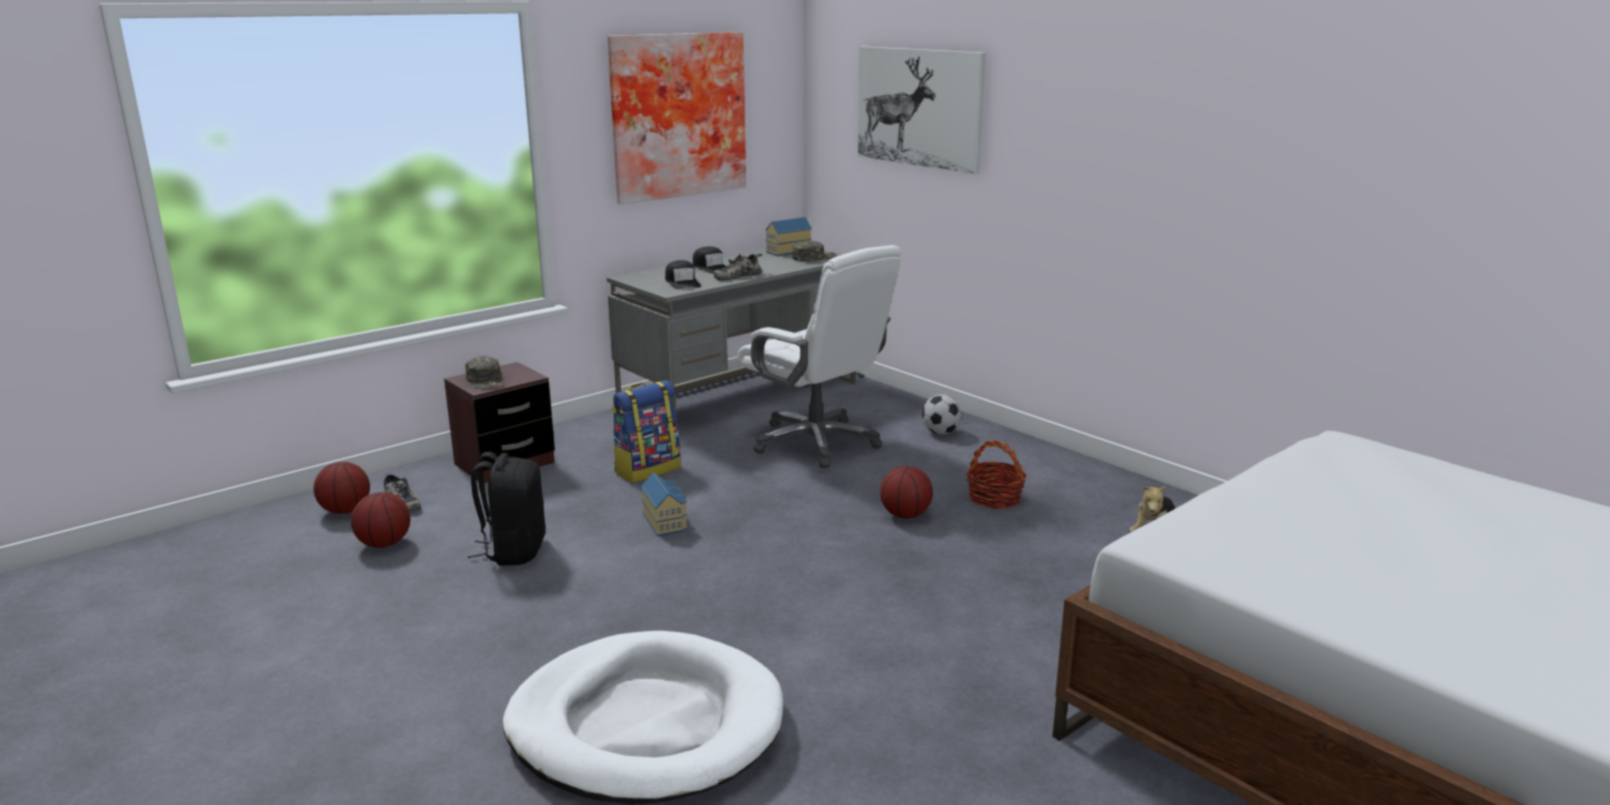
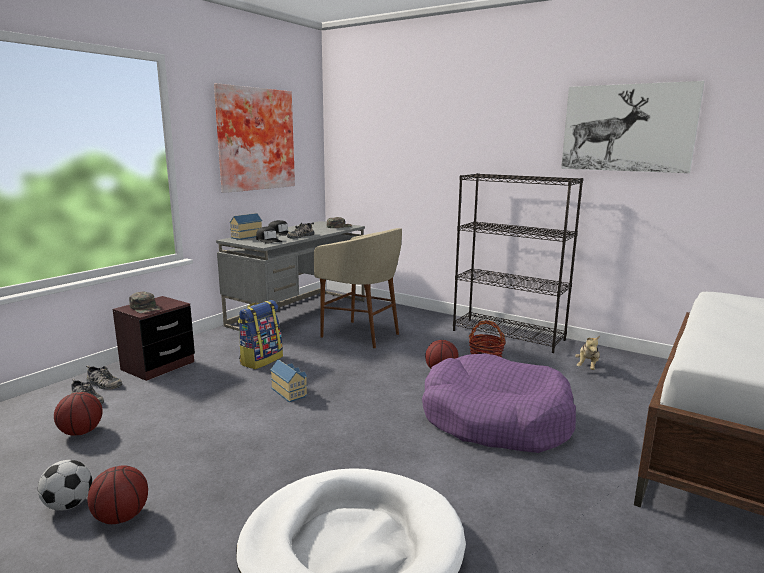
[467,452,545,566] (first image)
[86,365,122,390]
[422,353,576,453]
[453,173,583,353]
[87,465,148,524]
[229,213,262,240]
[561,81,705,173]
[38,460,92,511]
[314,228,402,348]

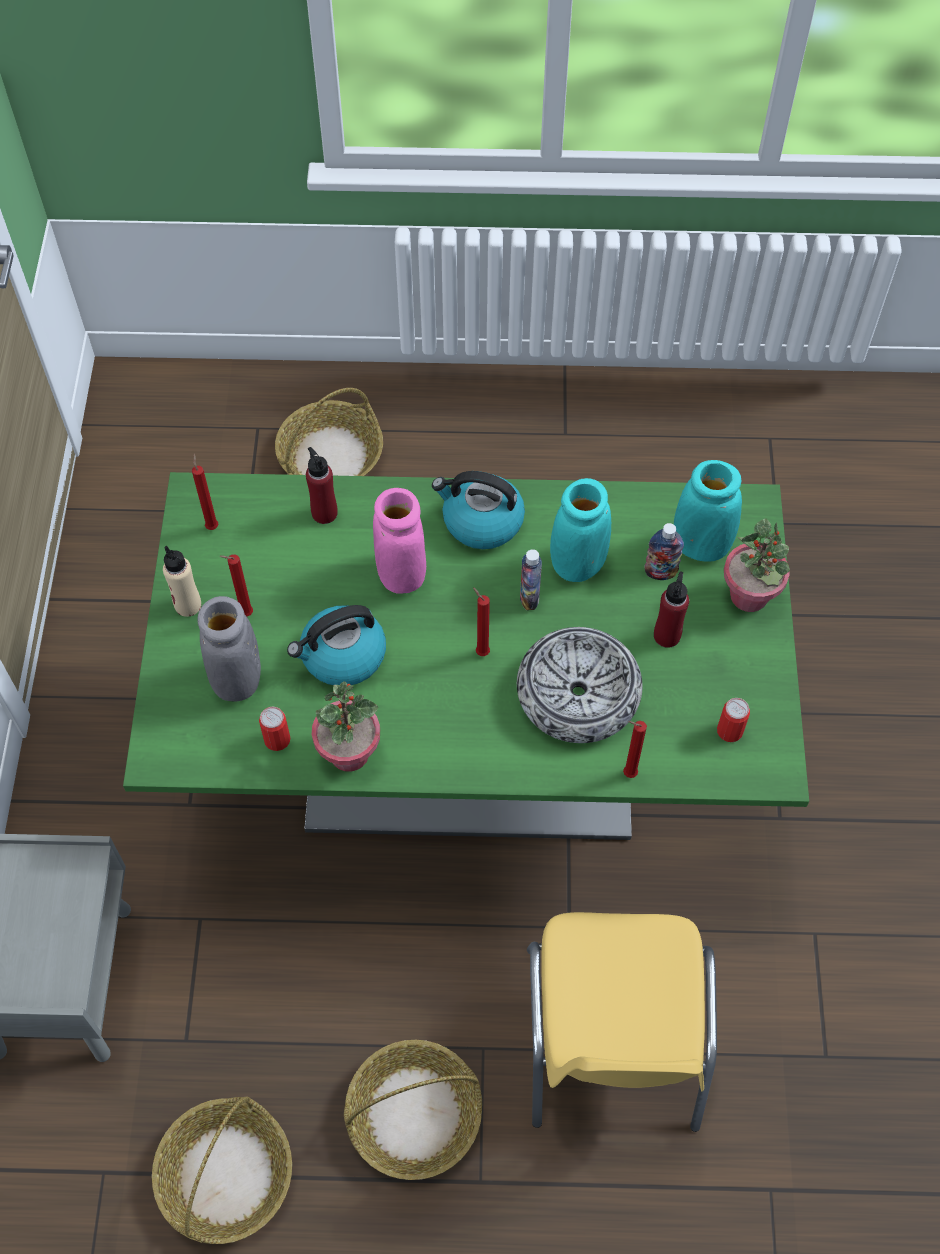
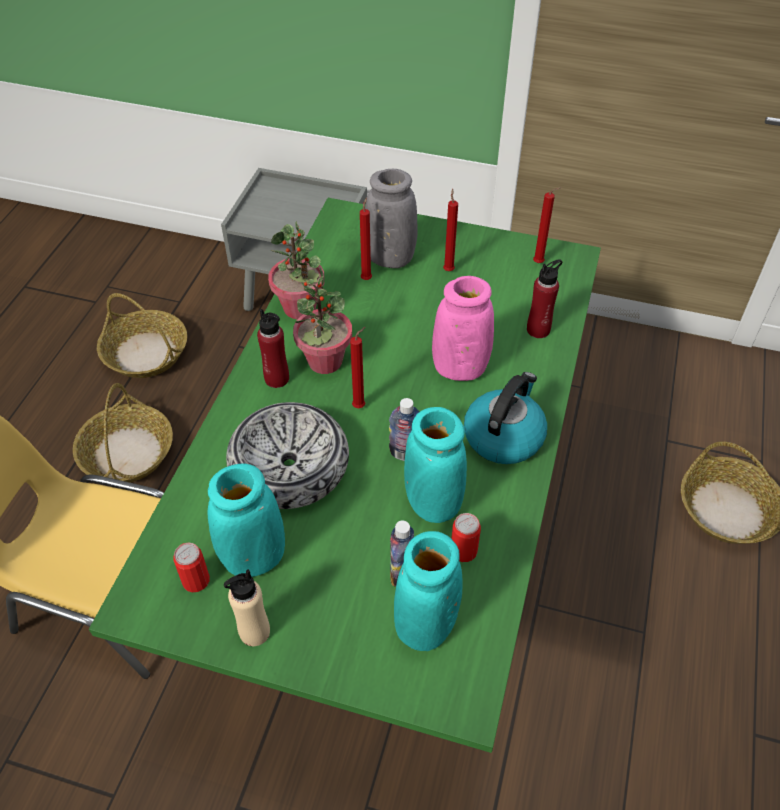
[287,605,386,685] (first image)
[208,464,285,577]
[224,569,270,646]
[451,513,481,562]
[360,197,372,280]
[257,309,289,388]
[293,267,352,374]

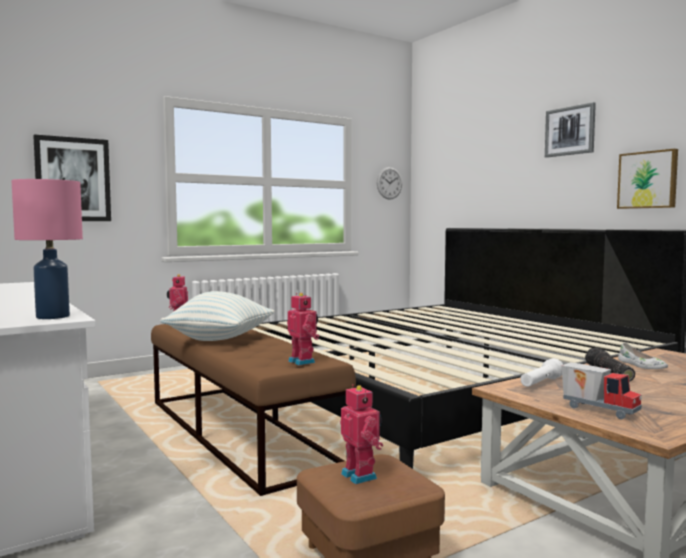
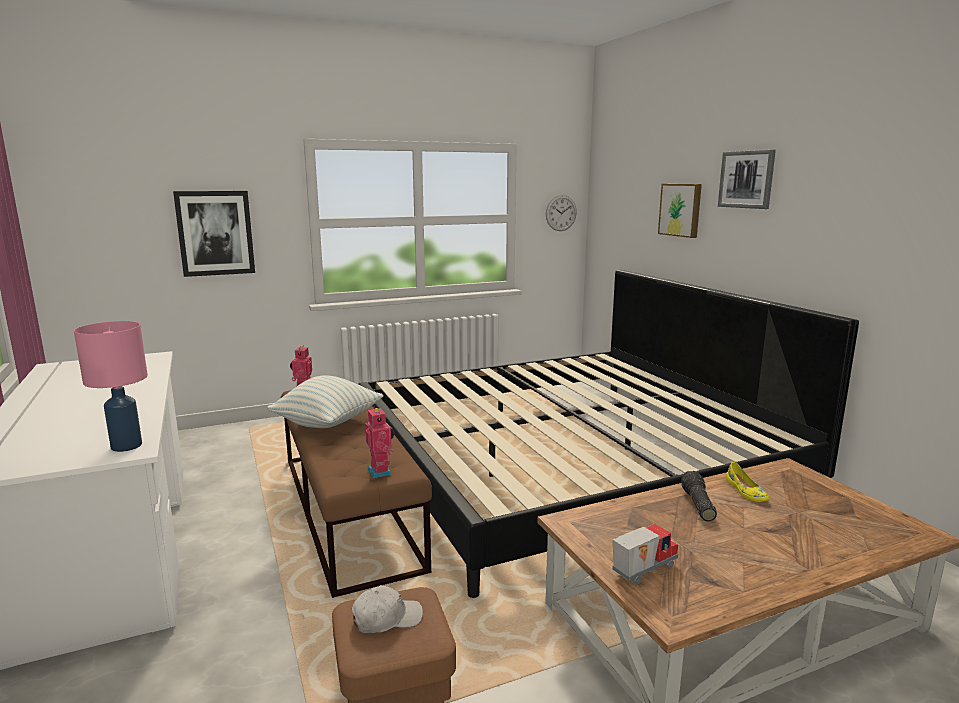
[520,358,563,387] (first image)
[658,184,702,238]
[351,585,423,633]
[726,462,769,502]
[612,524,678,585]

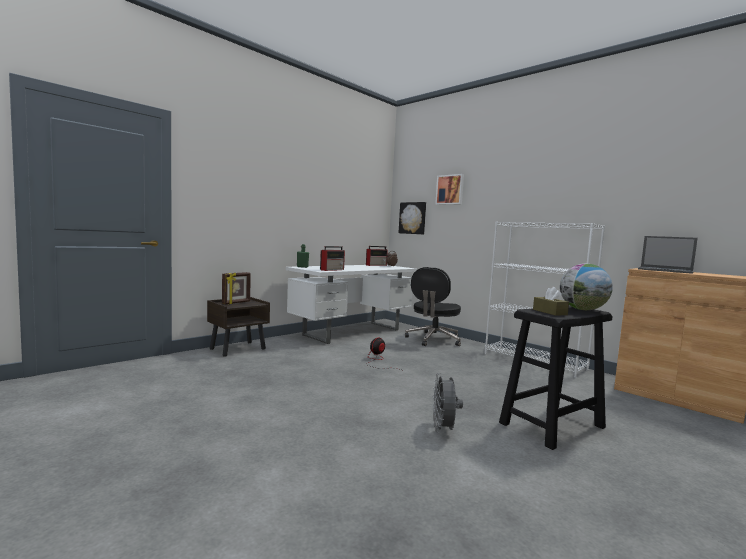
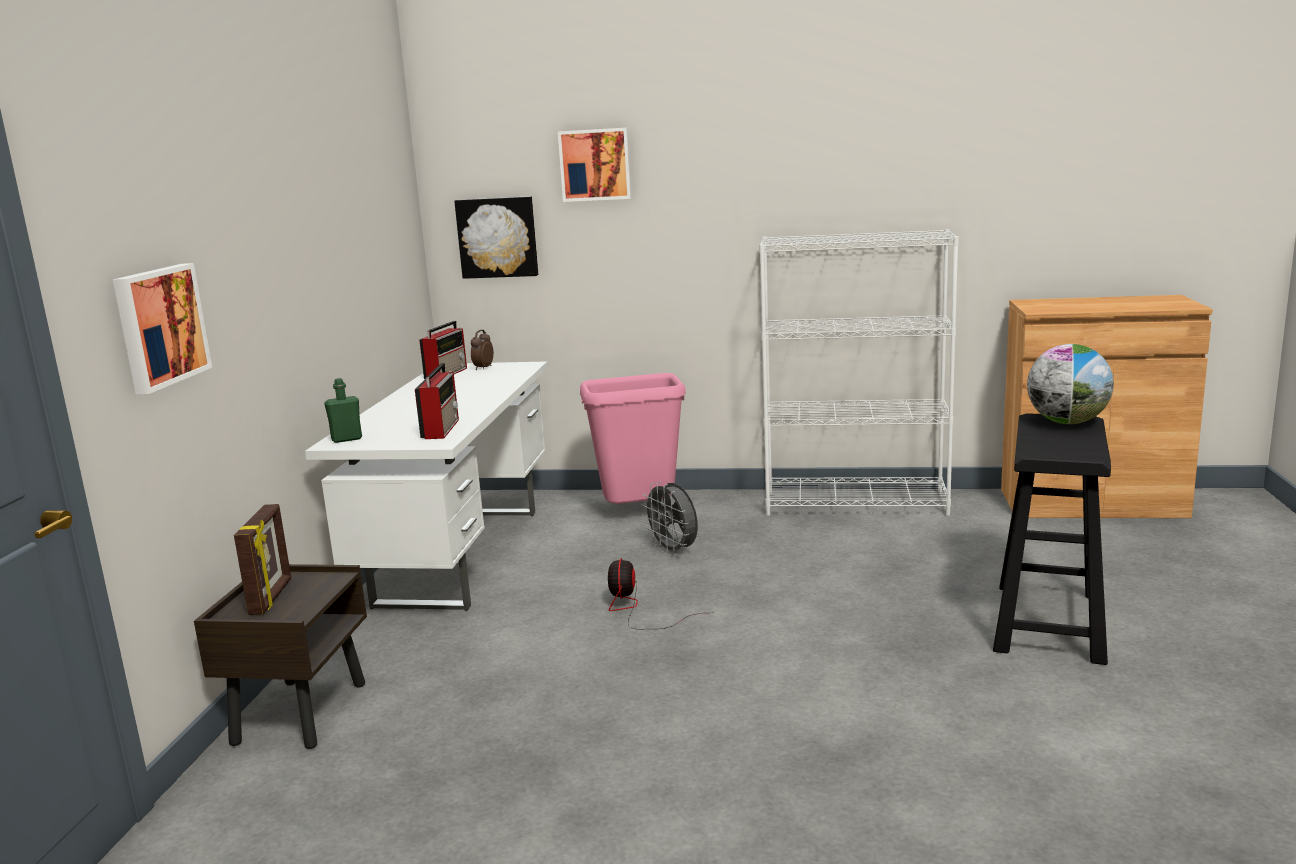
[533,287,569,316] (first image)
[638,236,698,274] (first image)
[113,263,212,394]
[641,481,698,556]
[580,373,686,504]

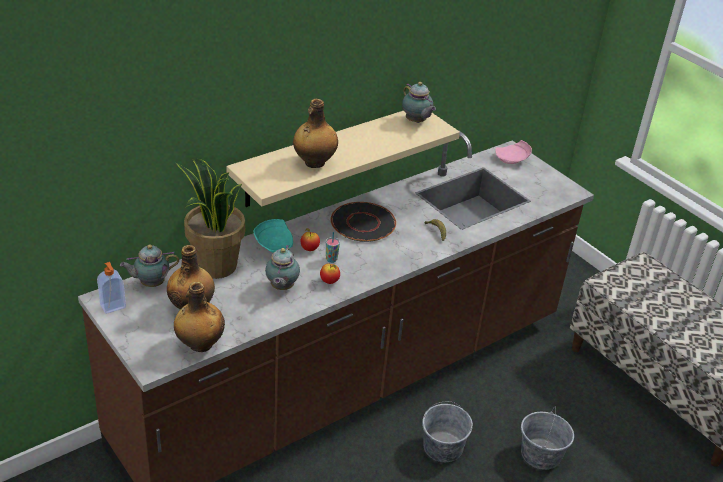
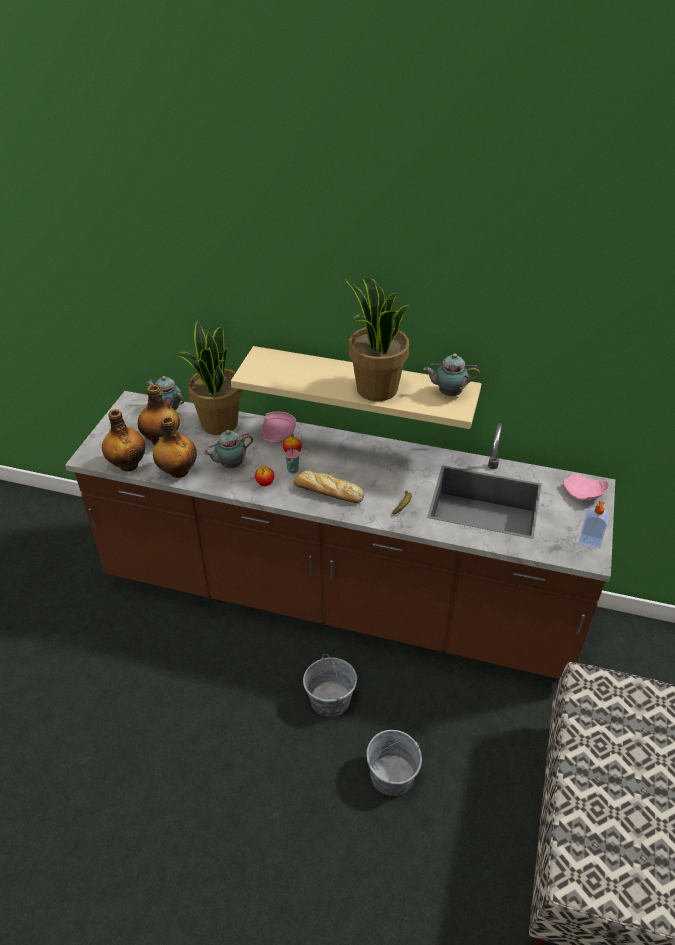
[330,202,396,242] (first image)
[293,470,364,503]
[345,278,409,401]
[578,501,609,549]
[153,416,197,478]
[260,412,296,443]
[423,354,480,396]

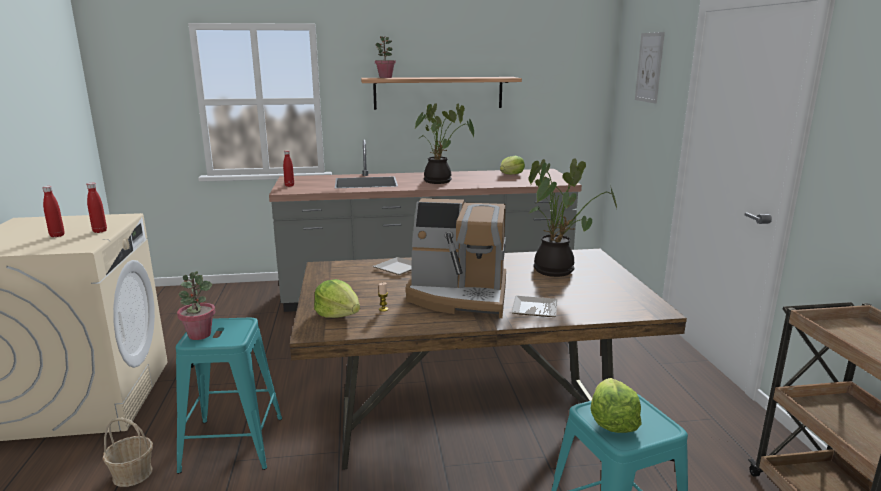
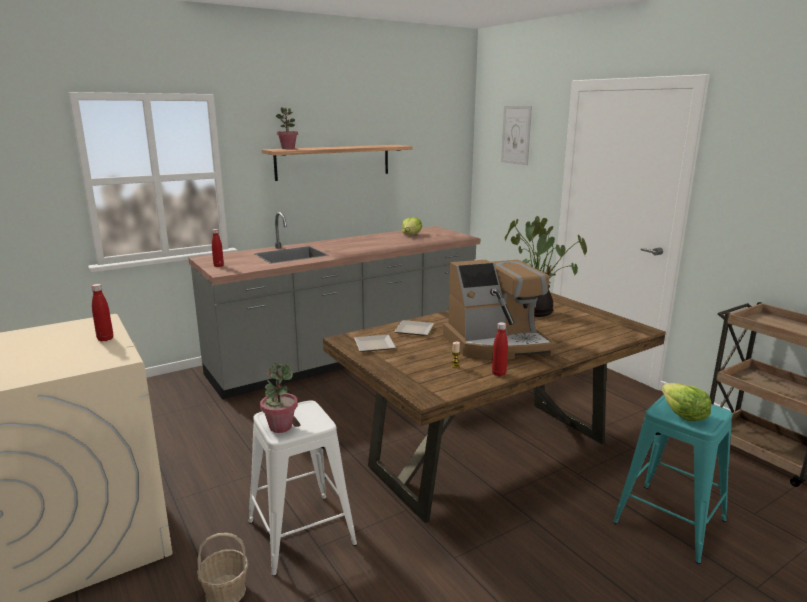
[314,279,360,318] (first image)
[415,103,474,184] (first image)
[492,322,508,376]
[354,335,396,352]
[248,400,357,576]

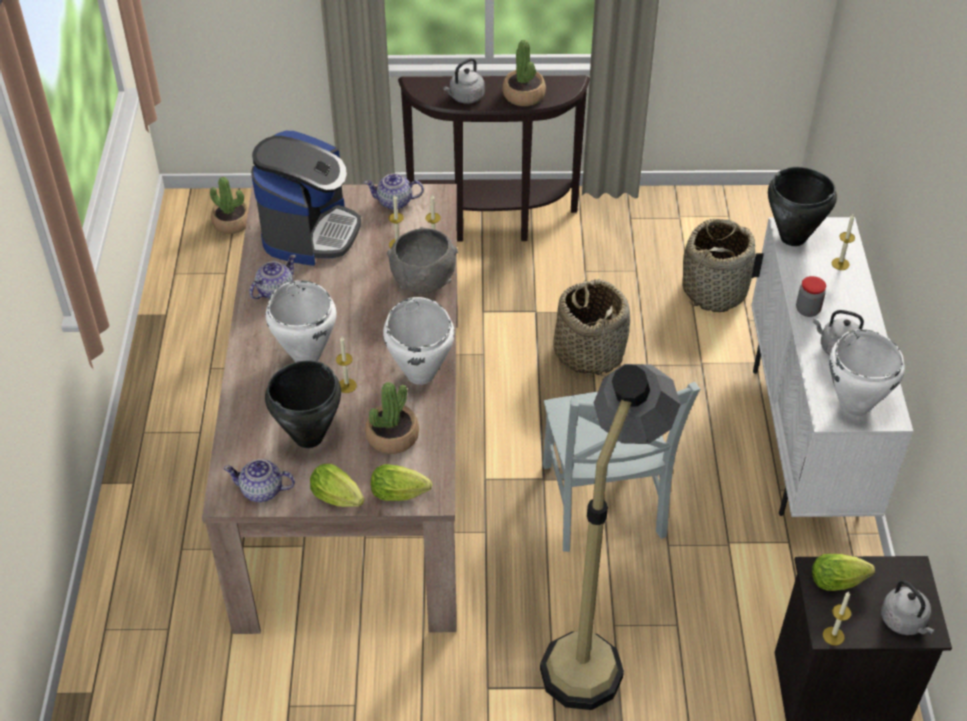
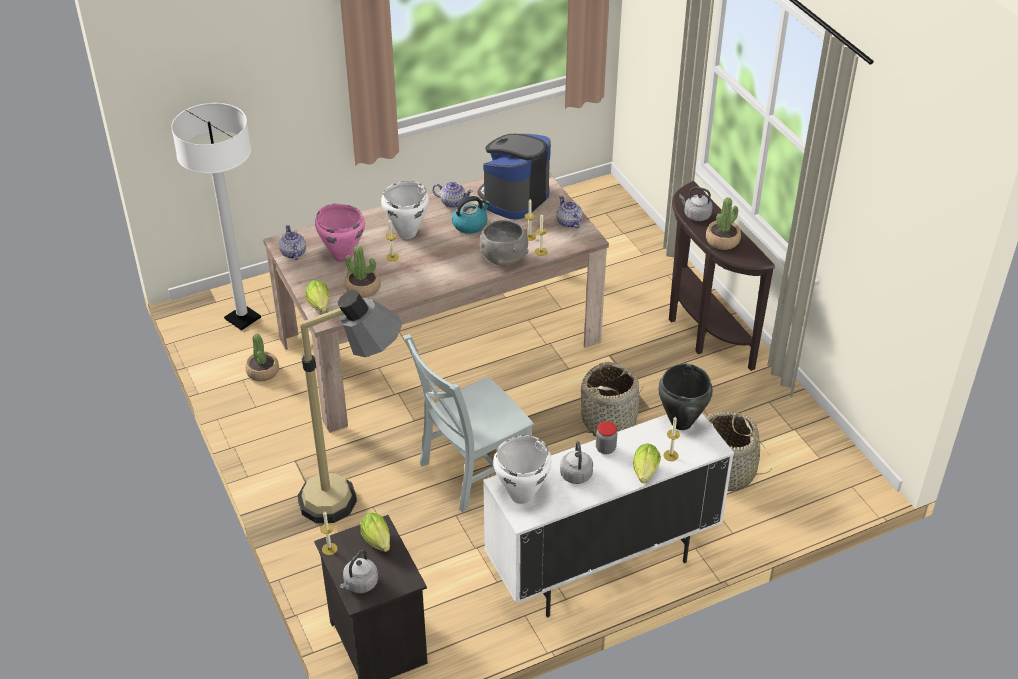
[383,297,455,385] (first image)
[171,103,261,330]
[452,196,490,234]
[245,333,279,381]
[633,443,661,483]
[315,204,365,262]
[478,134,551,220]

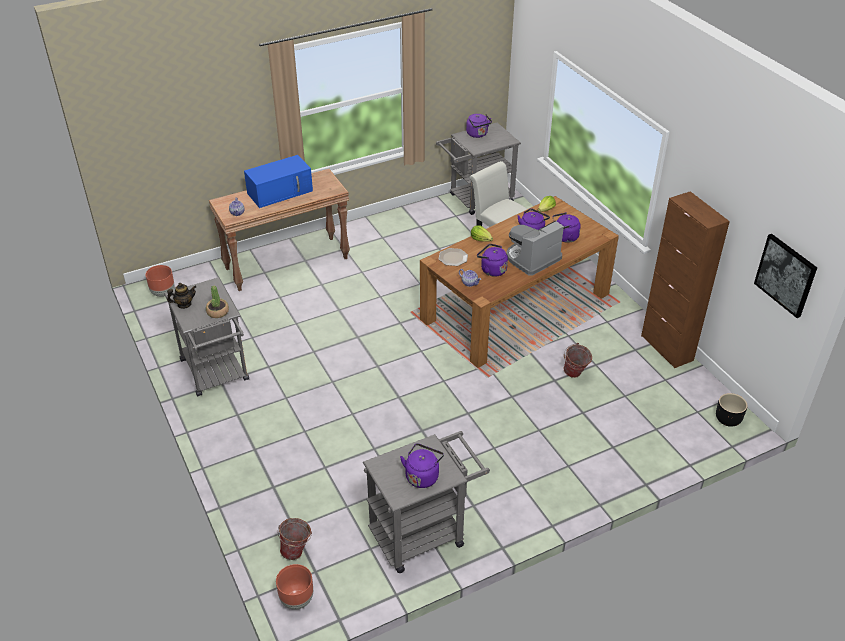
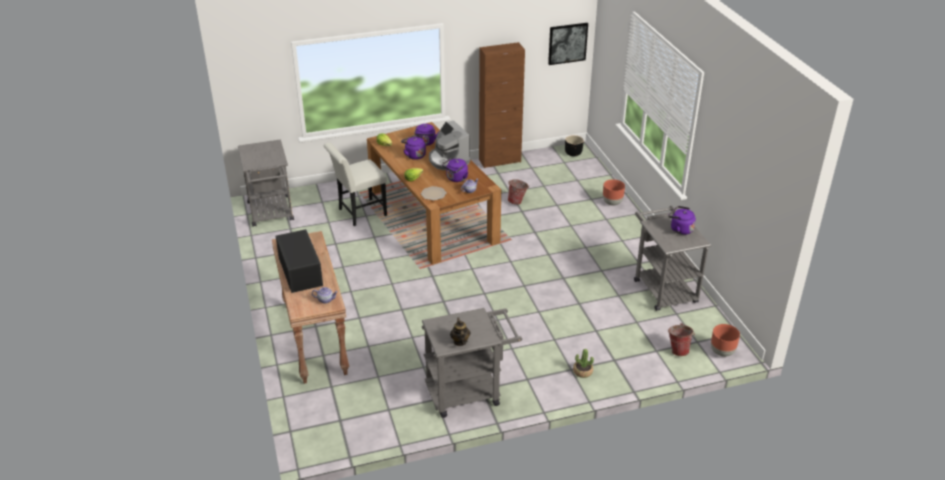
[466,114,492,138] (first image)
[603,179,625,206]
[573,349,594,378]
[276,229,323,293]

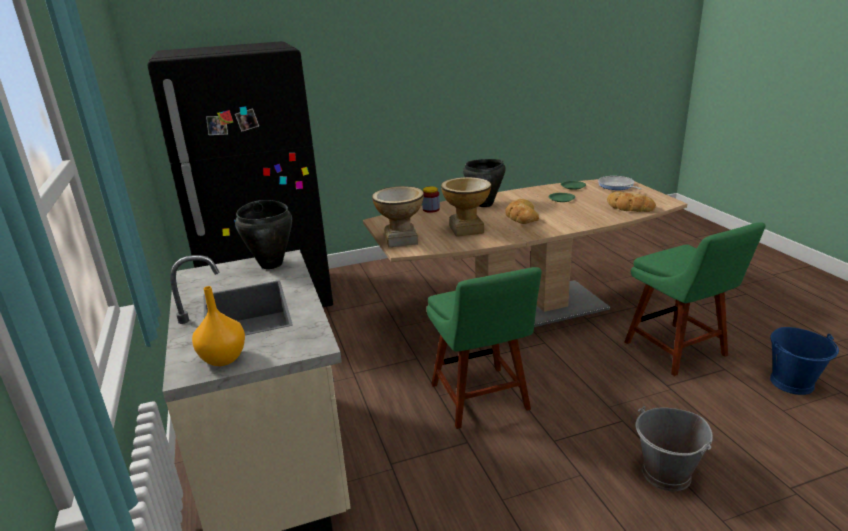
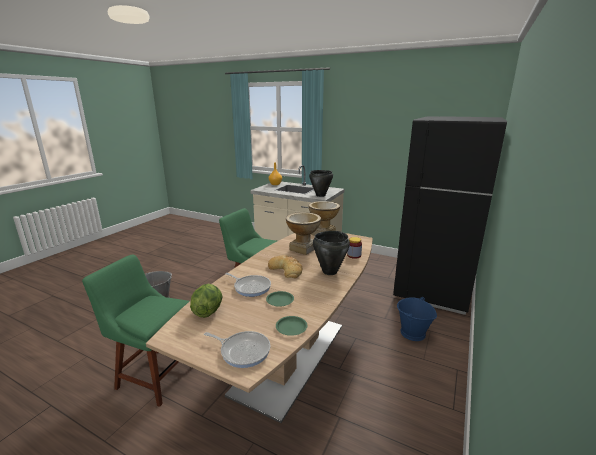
[225,273,271,297]
[397,297,437,341]
[190,284,222,318]

